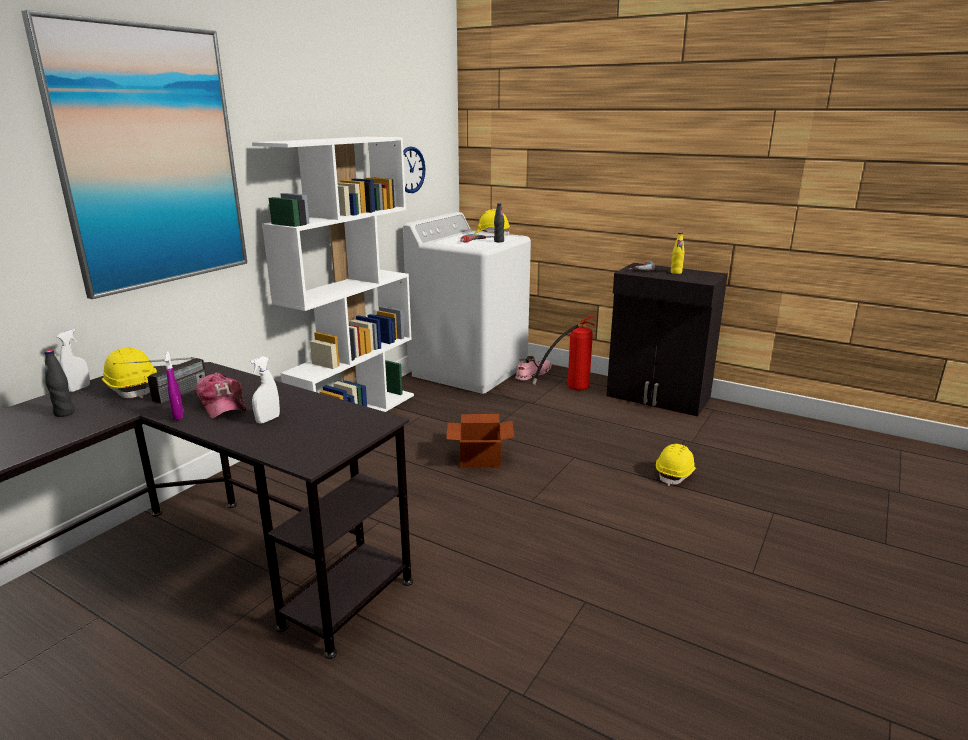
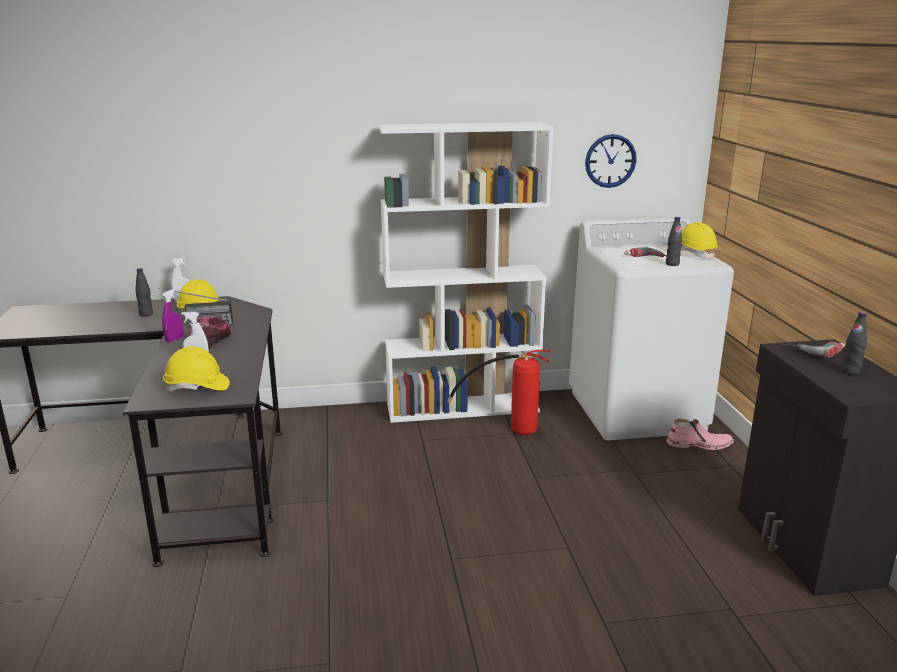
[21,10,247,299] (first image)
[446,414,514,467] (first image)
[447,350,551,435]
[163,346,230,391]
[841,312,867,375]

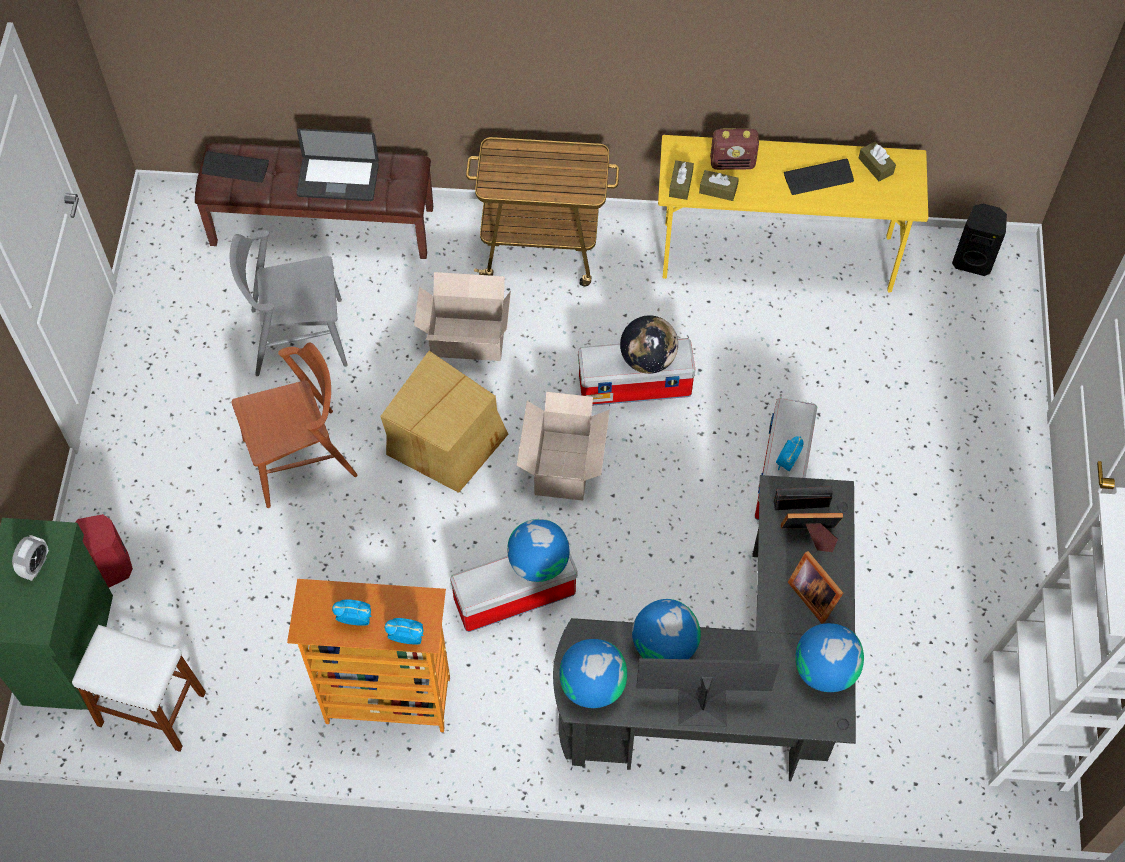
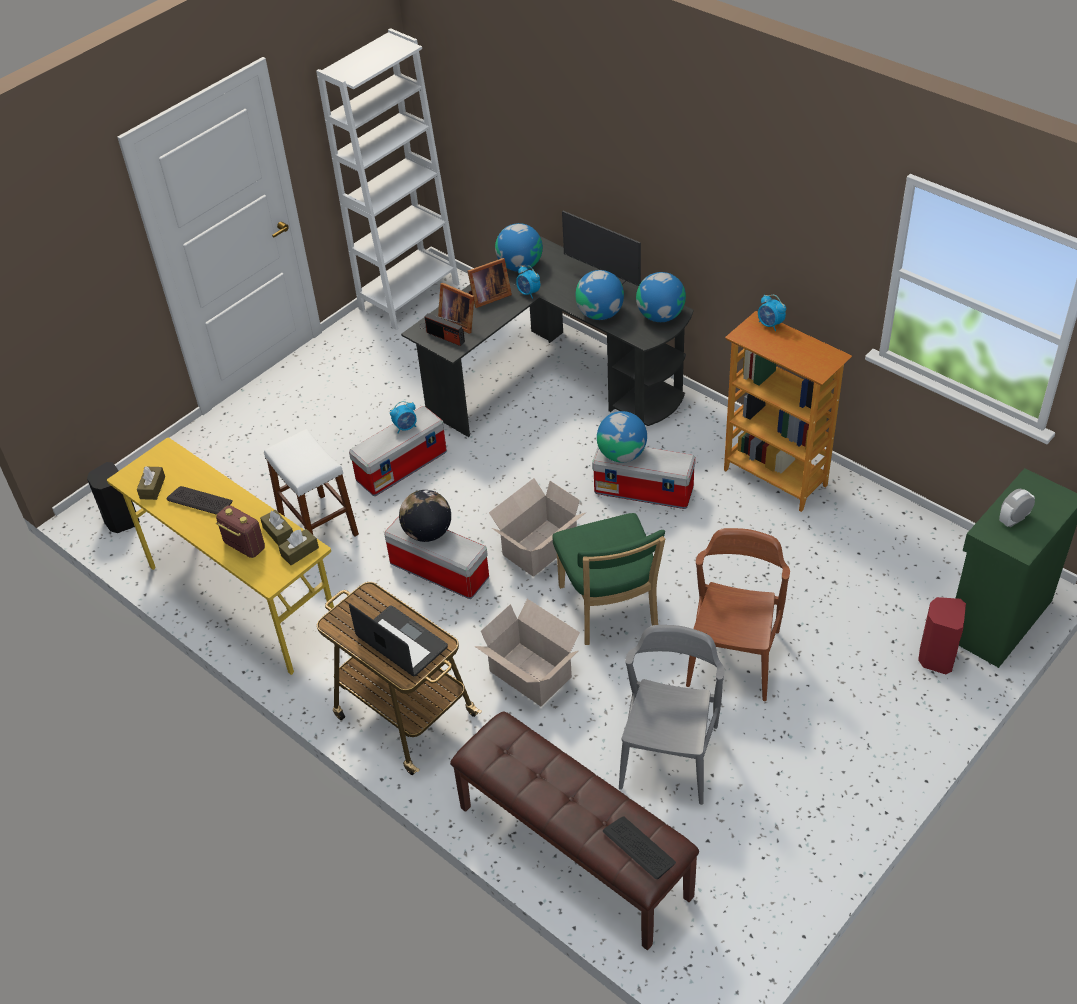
[264,429,359,537]
[349,603,448,676]
[516,265,540,299]
[553,513,665,645]
[619,625,725,805]
[686,528,790,701]
[468,258,512,308]

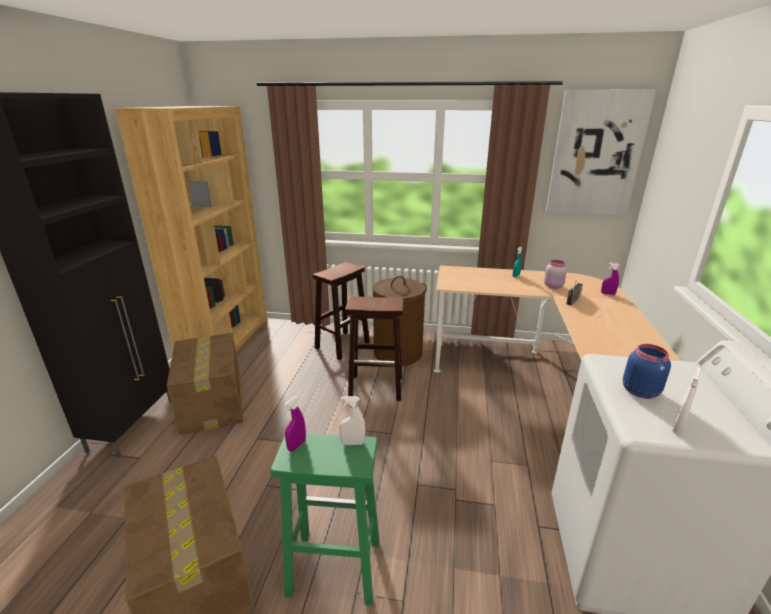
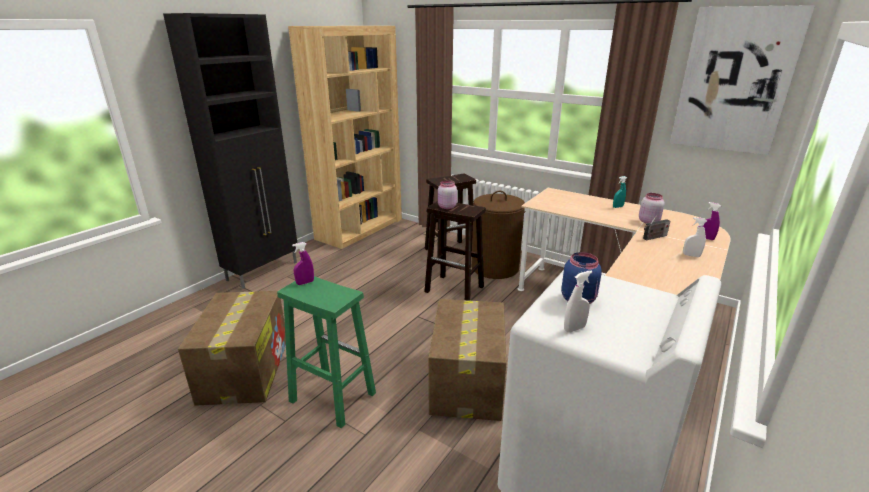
[438,181,457,209]
[428,299,507,421]
[683,217,707,257]

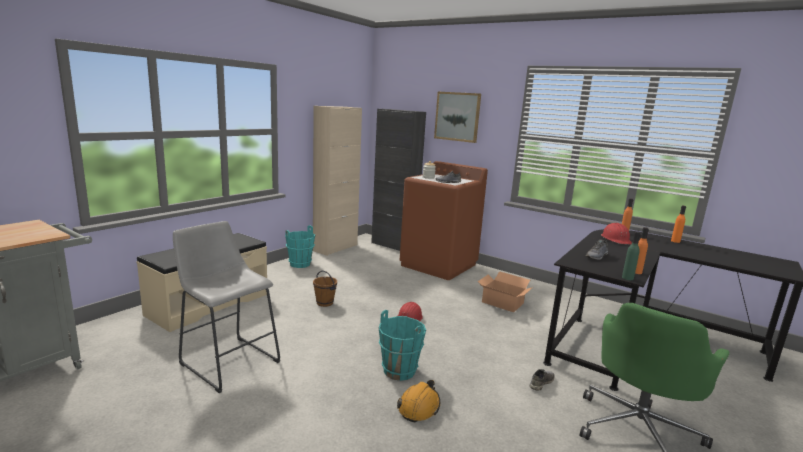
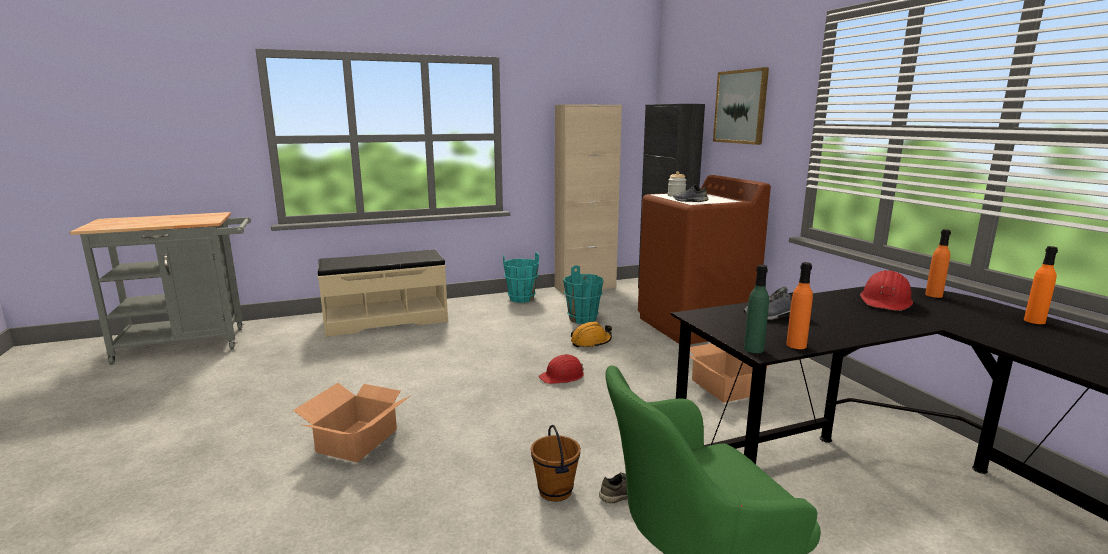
[173,221,280,393] (first image)
[293,383,410,463]
[531,425,581,502]
[563,265,604,324]
[571,321,612,347]

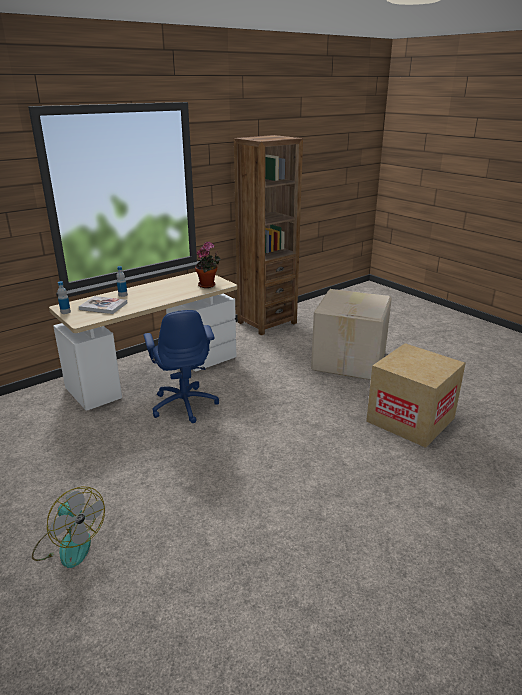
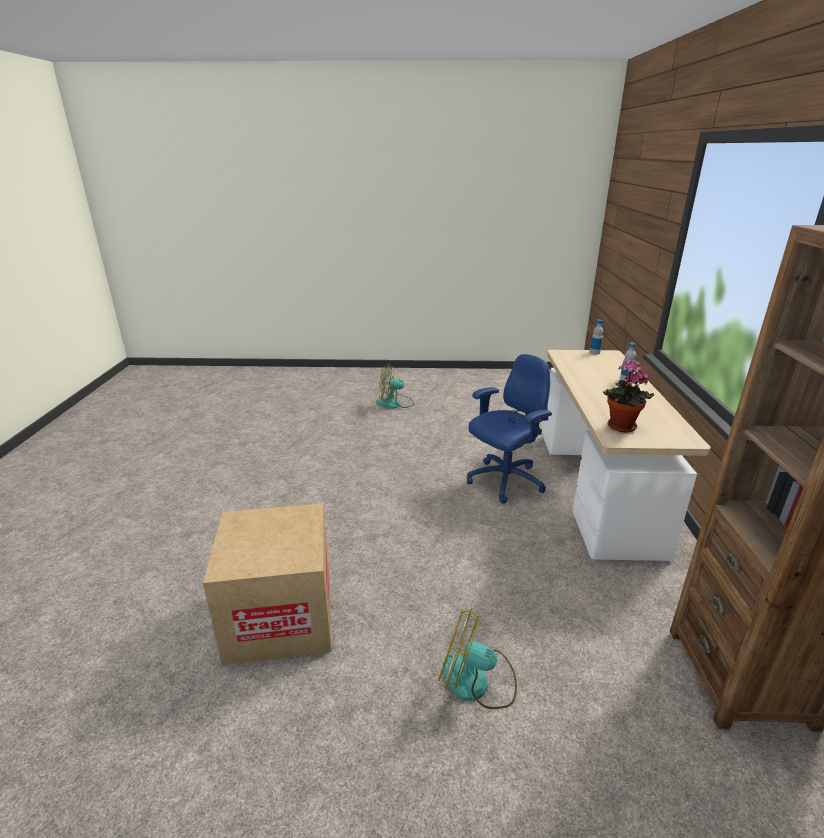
[79,296,127,314] (first image)
[438,608,517,709]
[467,354,552,504]

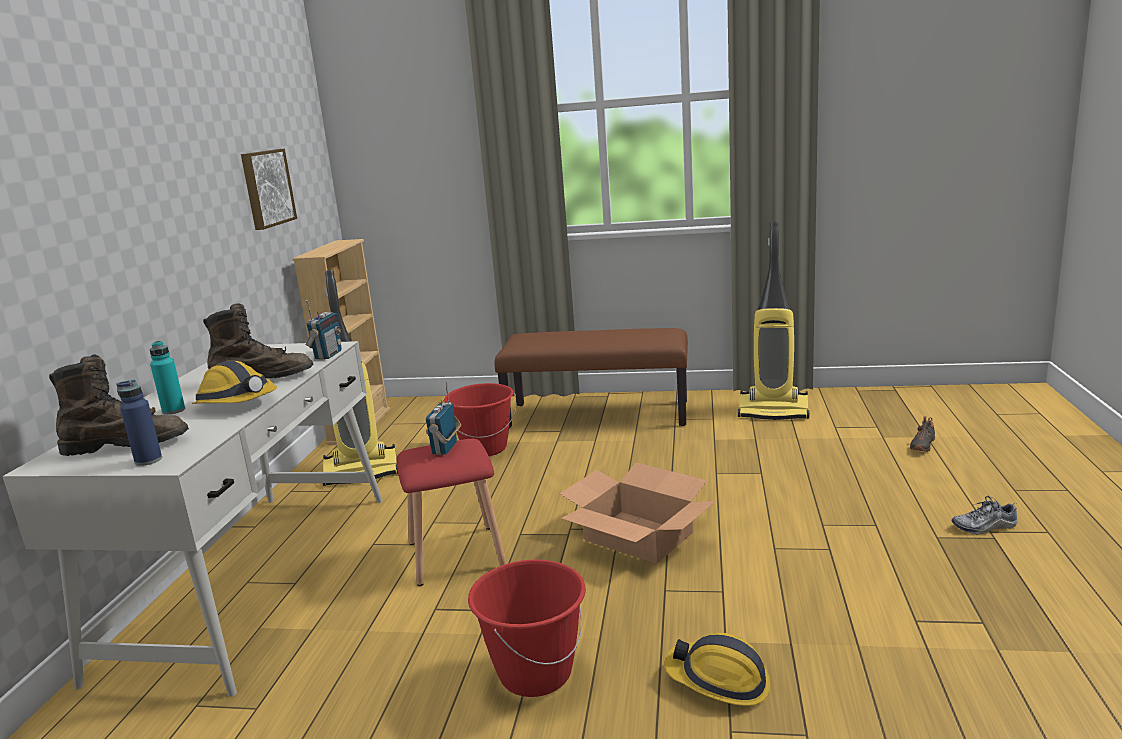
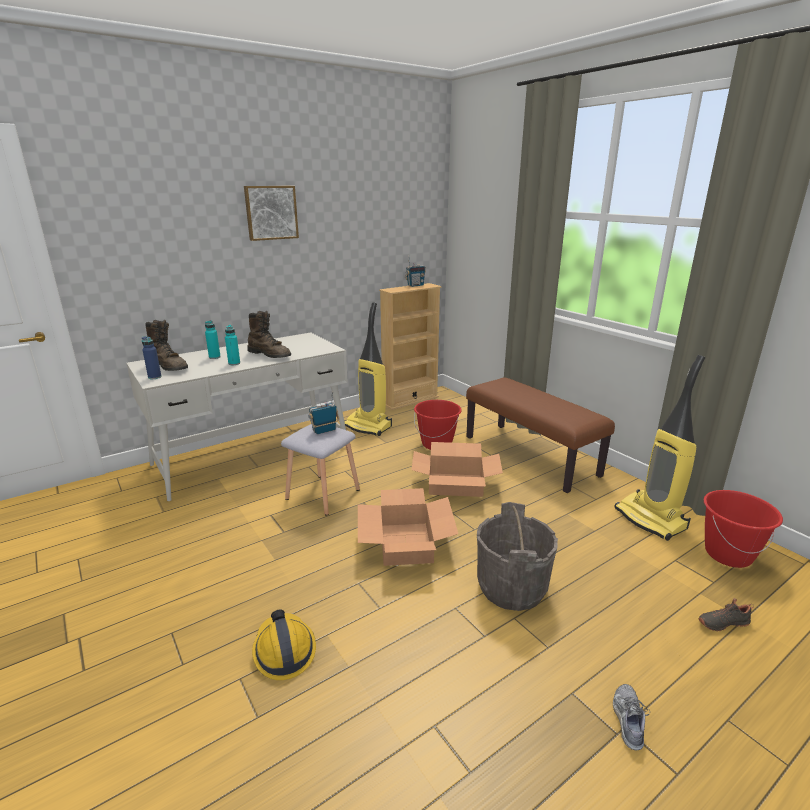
[411,442,503,497]
[477,502,558,611]
[244,186,299,241]
[405,256,426,287]
[703,490,783,568]
[225,325,240,365]
[281,424,360,516]
[613,684,650,750]

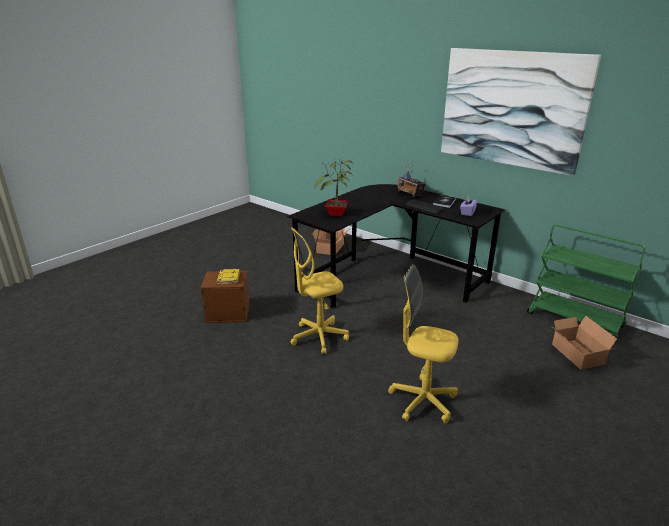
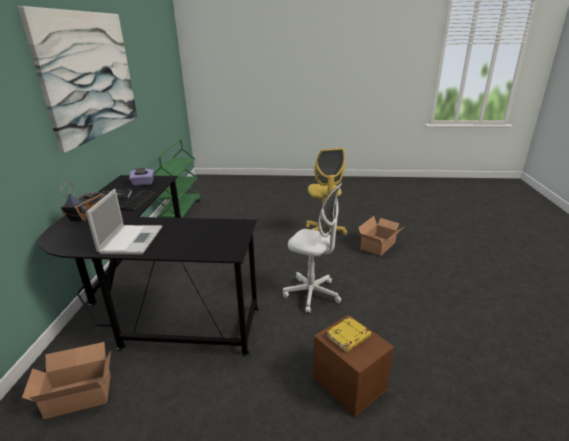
[315,157,353,216] (first image)
[86,189,162,254]
[358,216,404,256]
[283,183,342,313]

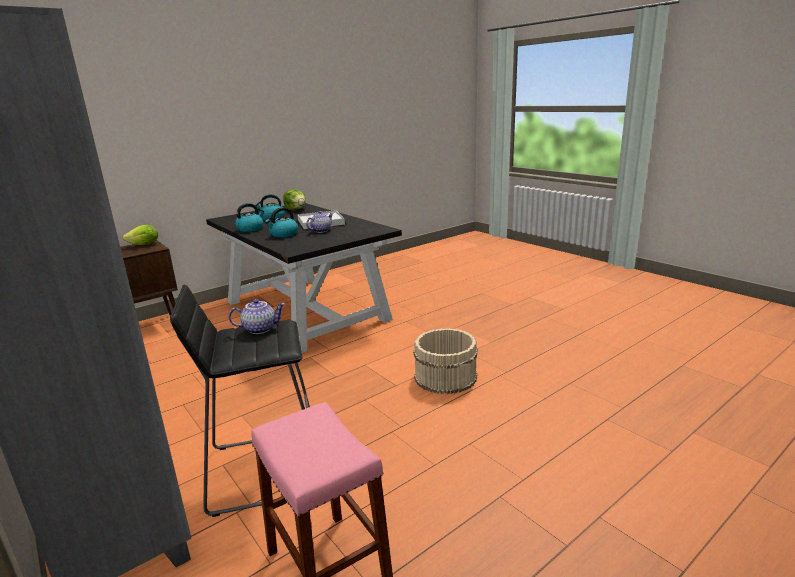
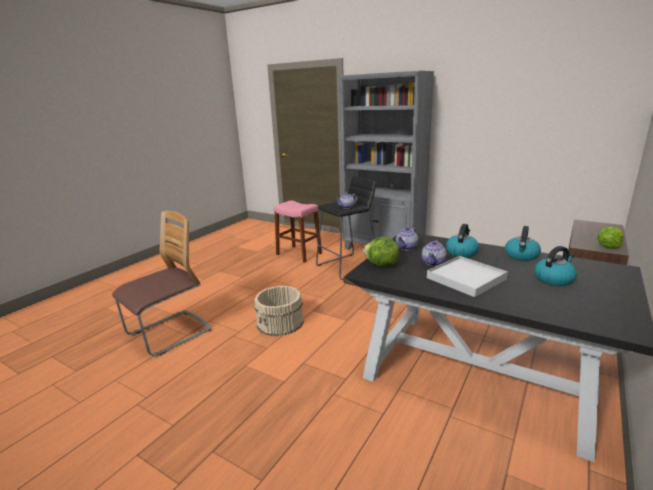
[112,211,212,356]
[396,227,418,250]
[363,237,400,267]

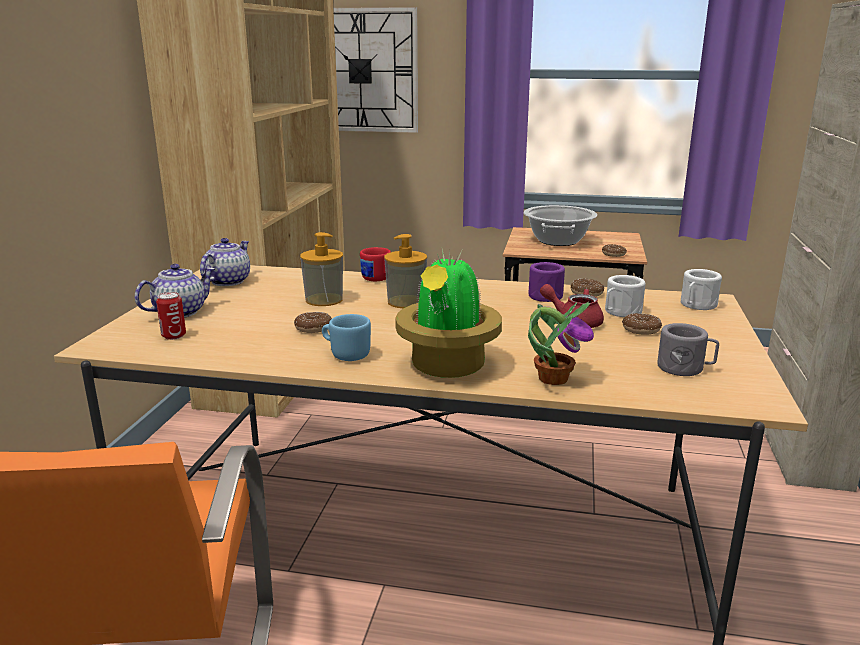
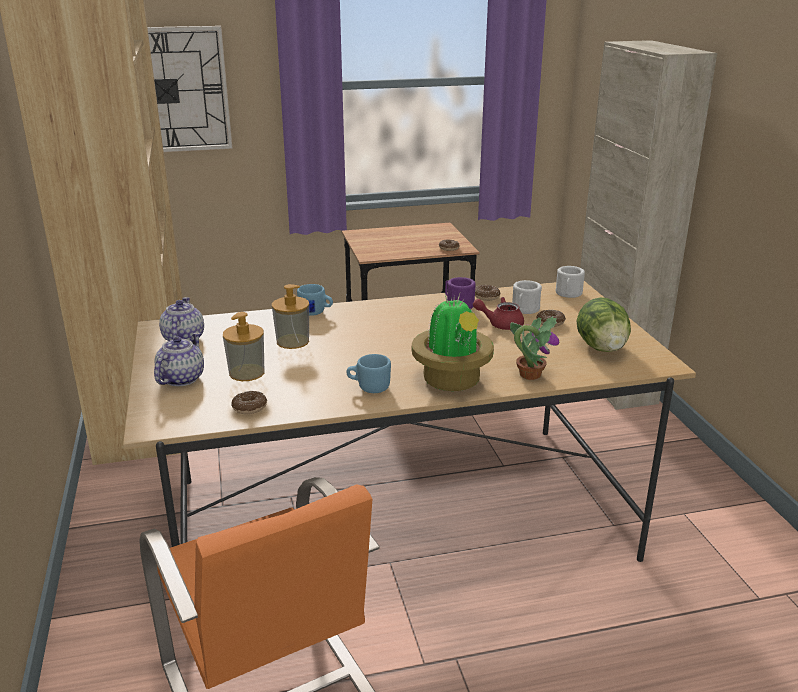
[156,292,186,340] (first image)
[524,205,597,246] (first image)
[232,391,267,414]
[223,312,265,381]
[576,297,631,352]
[297,284,333,316]

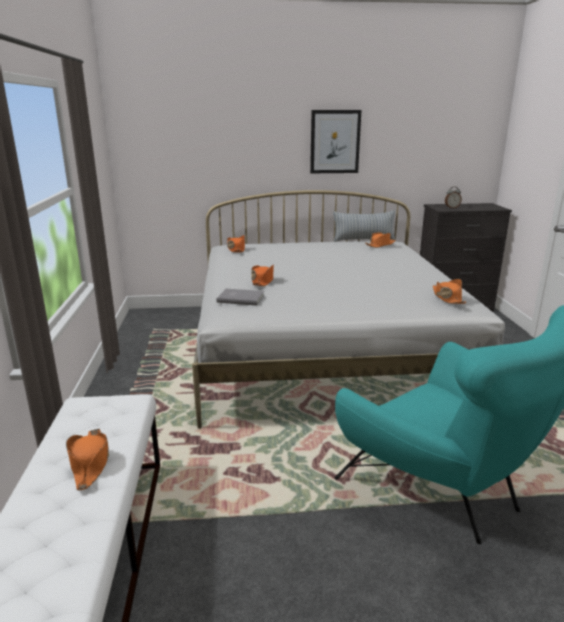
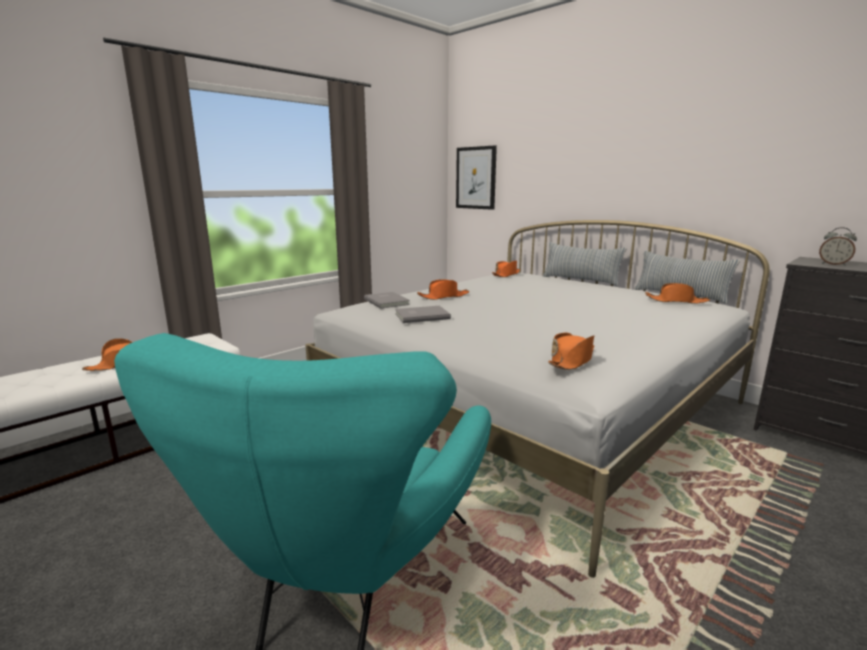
[395,306,451,323]
[543,242,627,286]
[456,145,497,210]

